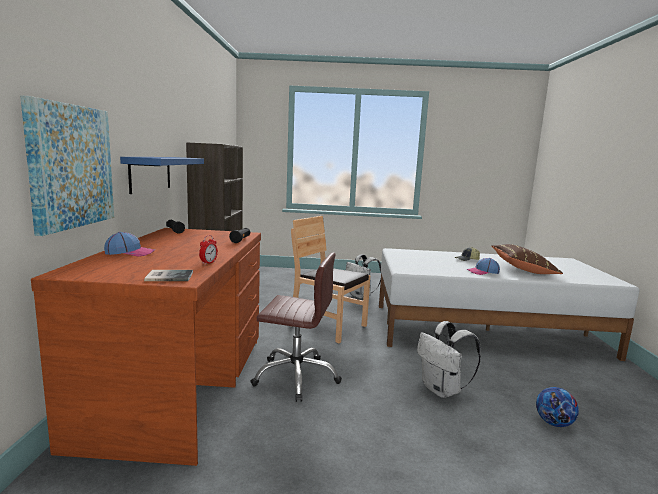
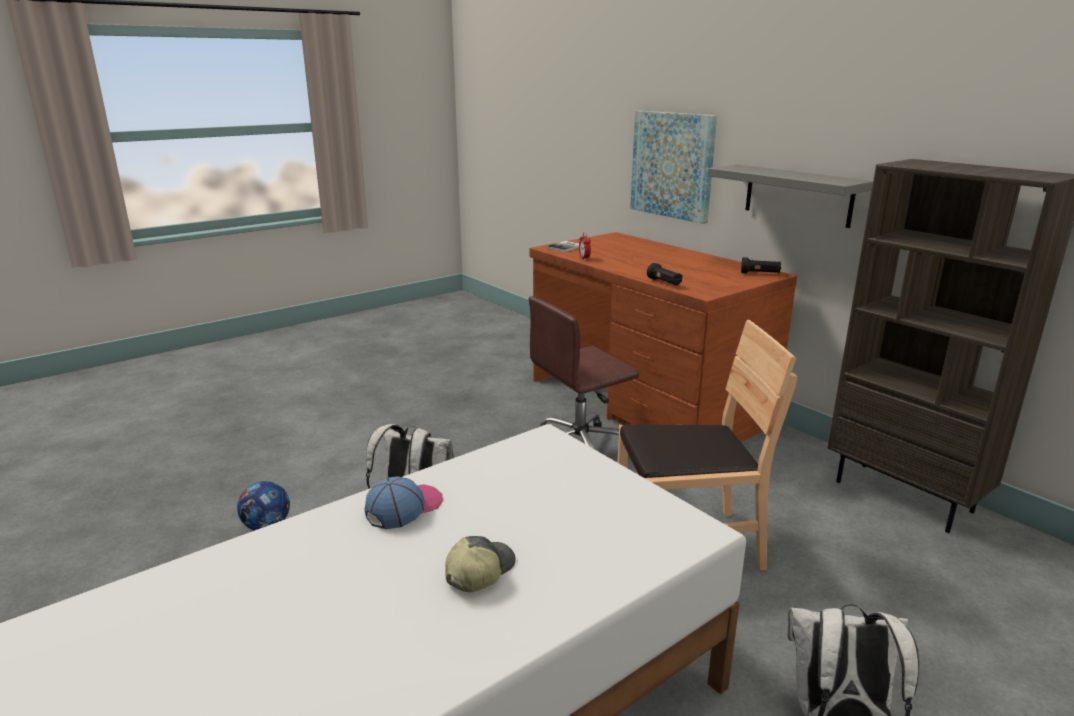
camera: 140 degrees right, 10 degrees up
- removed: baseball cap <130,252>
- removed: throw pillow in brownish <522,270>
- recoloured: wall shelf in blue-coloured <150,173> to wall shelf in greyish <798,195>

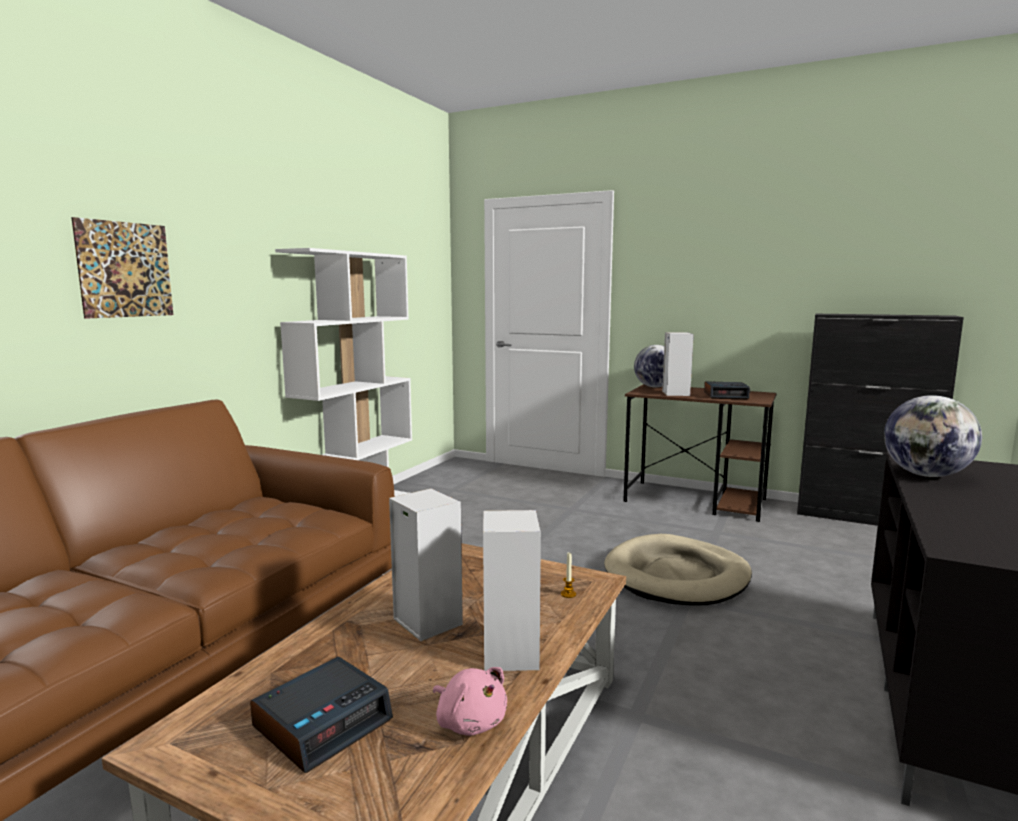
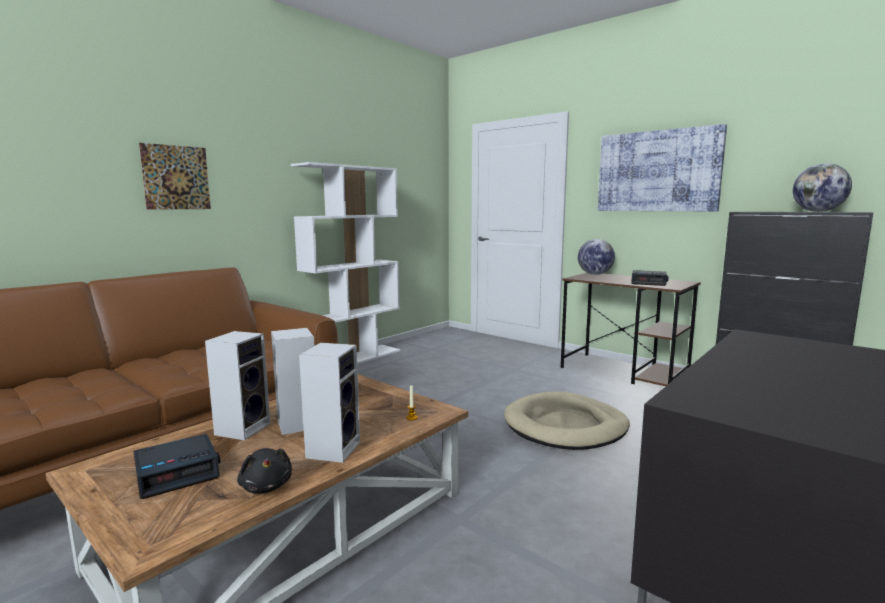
camera: 15 degrees right, 0 degrees up
- added: wall picture <658,171>
- moved: speaker <674,393> to <243,428>
- moved: globe <926,475> to <818,211>
- recoloured: plush toy in pinkish <470,721> to plush toy in blackish <266,486>

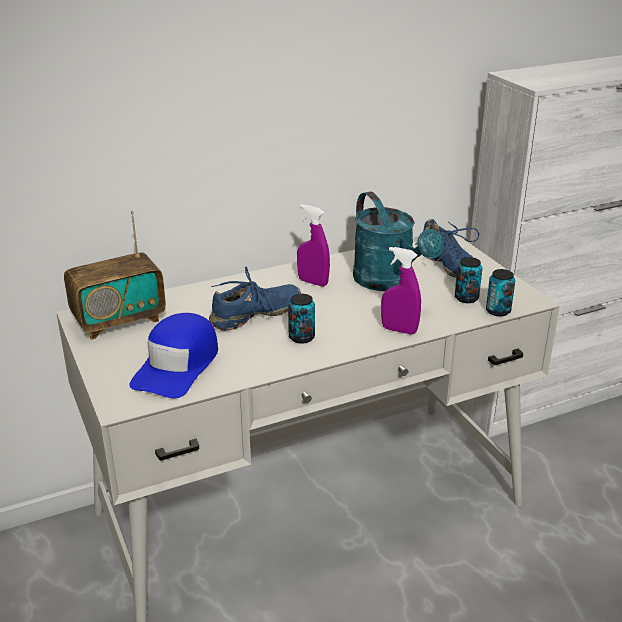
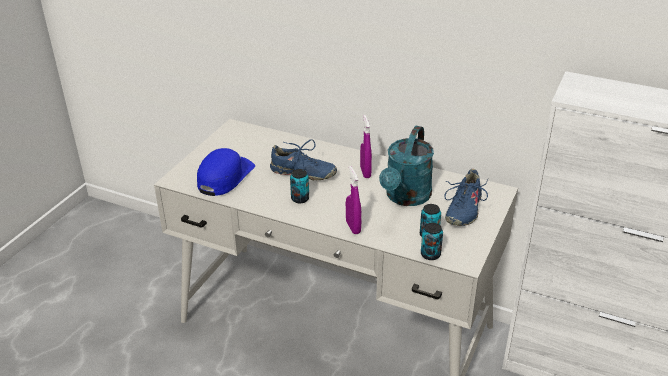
camera: 50 degrees right, 5 degrees up
- removed: radio <119,321>
- turned: baseball cap in blue-coloured <177,366> = <225,177> 135 degrees clockwise

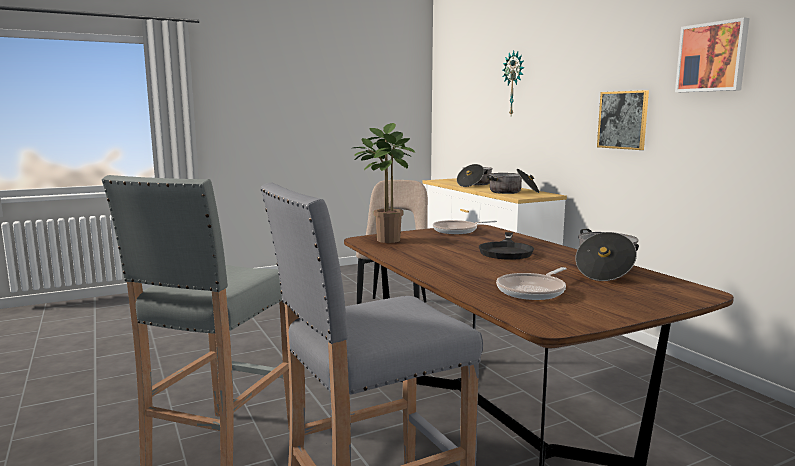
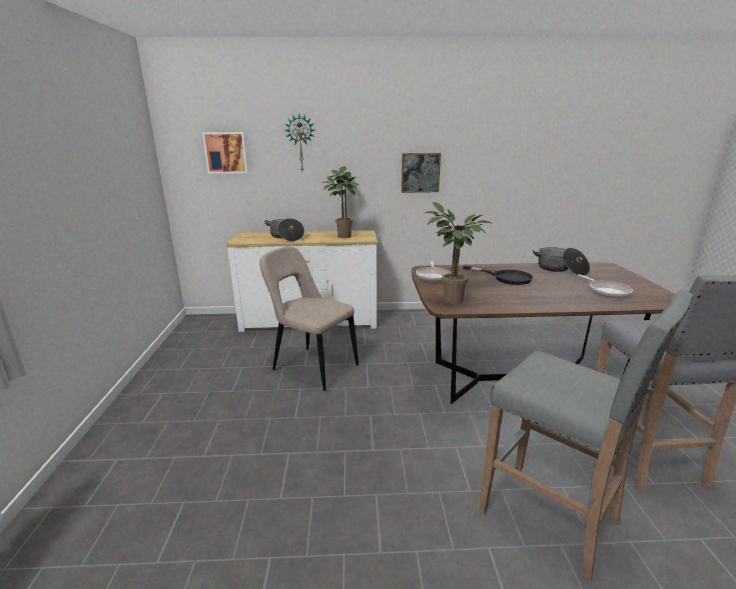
camera: 65 degrees left, 10 degrees up
- moved: wall picture <712,57> to <226,152>
- replaced: cooking pot <513,192> to potted plant <342,236>

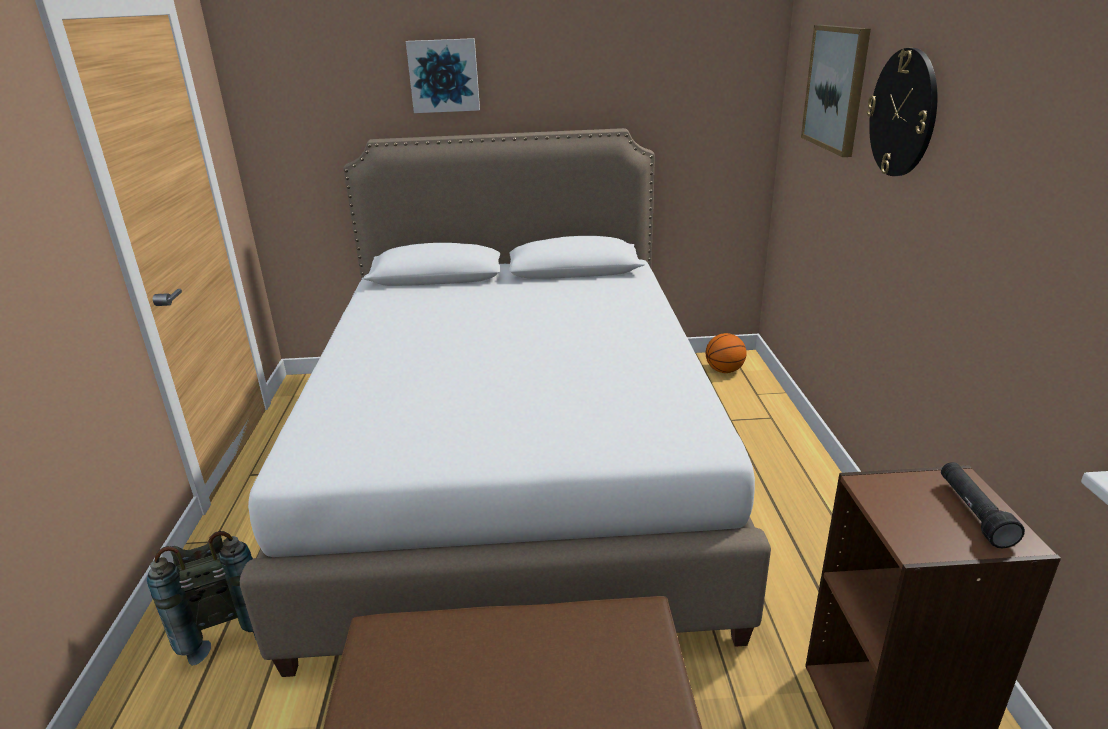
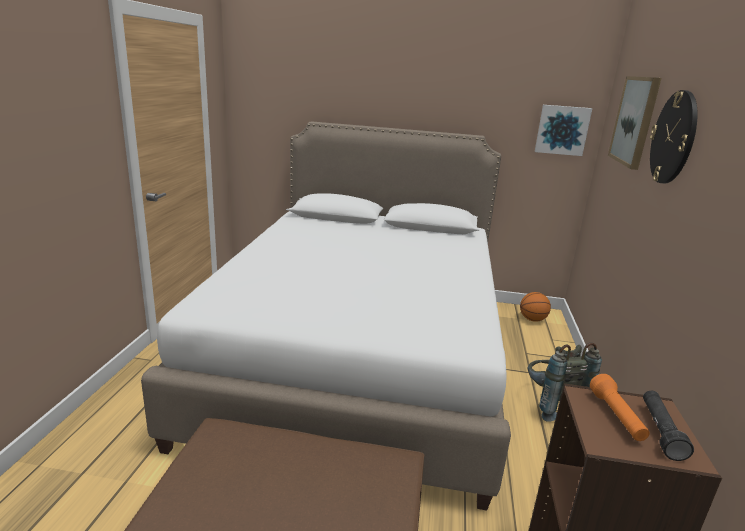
camera: 10 degrees right, 5 degrees down
- added: torch in orange <616,417>
- moved: knapsack in greyish <224,625> to <550,404>
- moved: wall picture <444,75> to <562,130>

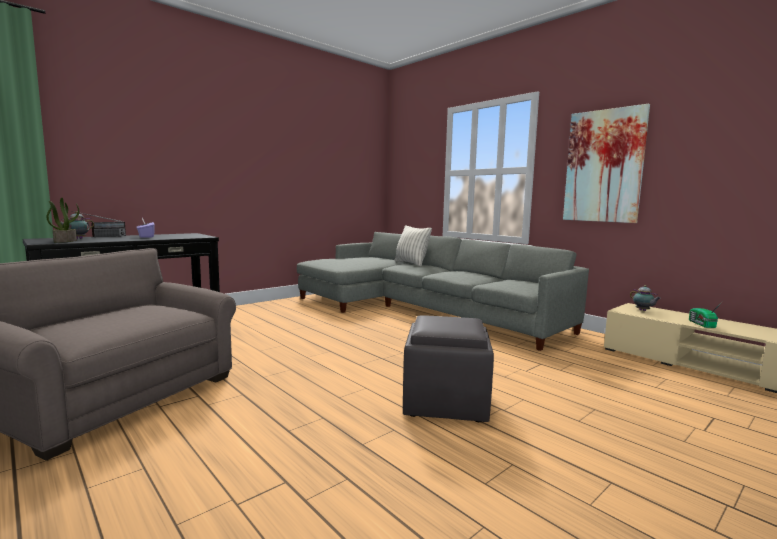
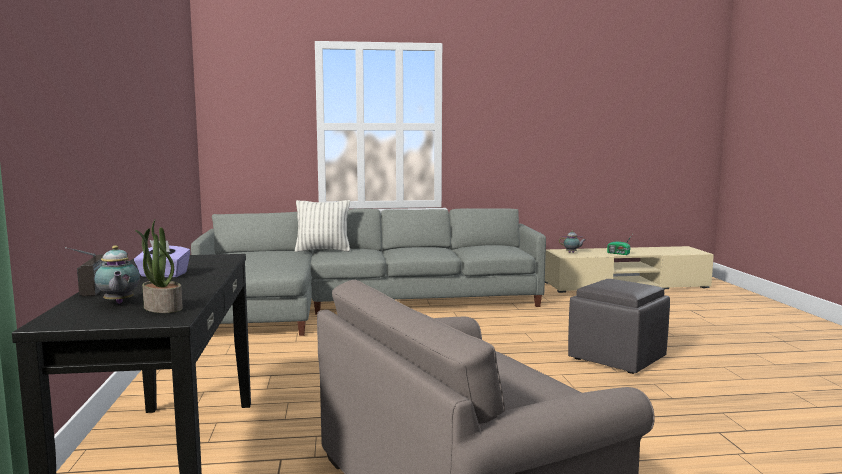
camera: 55 degrees left, 0 degrees up
- removed: wall picture <603,166>

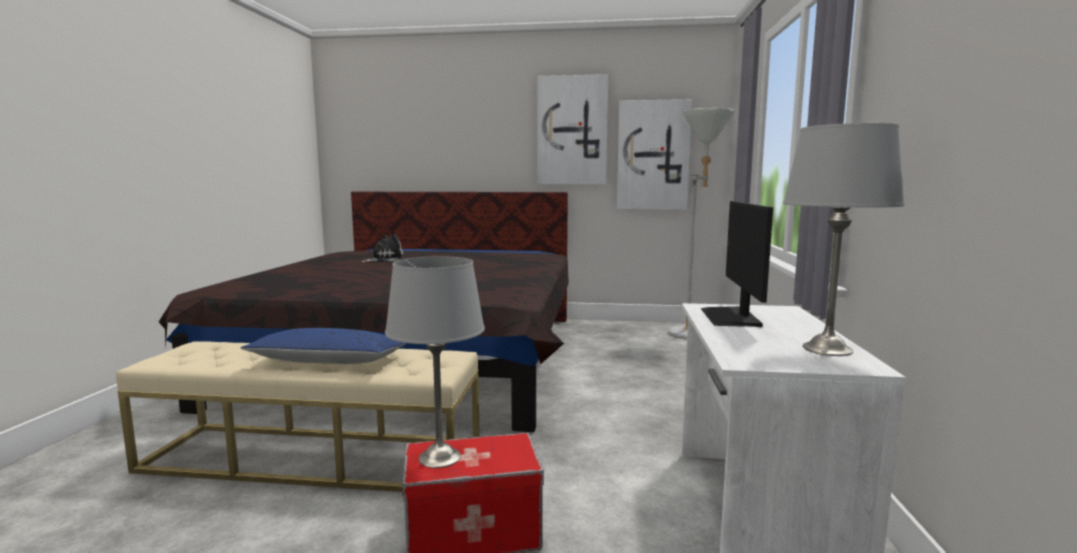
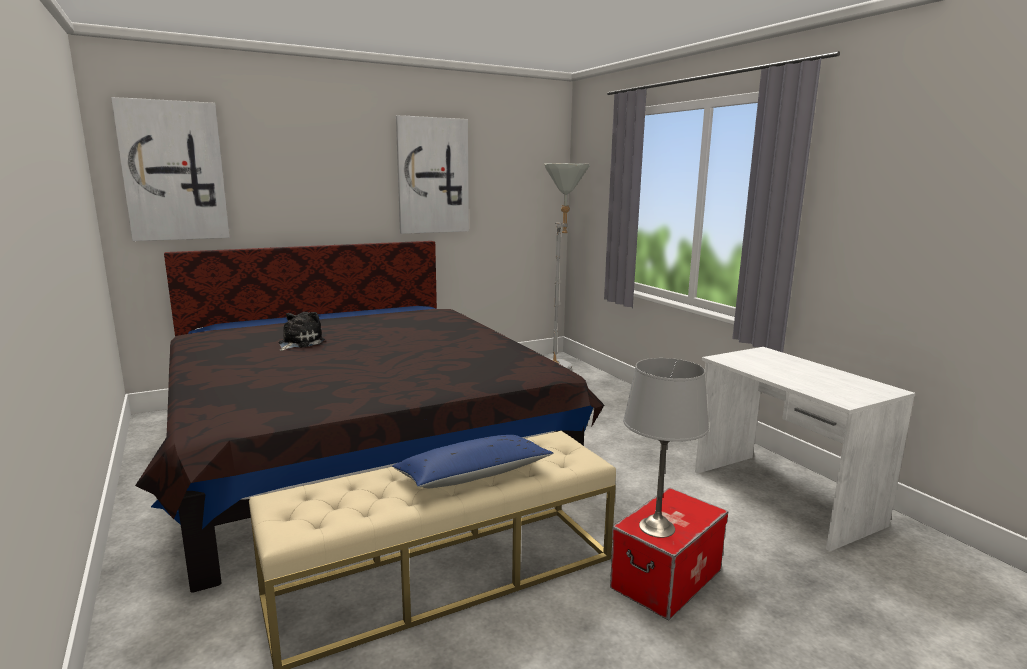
camera: 35 degrees left, 5 degrees up
- removed: computer display <731,317>
- removed: tabletop lamp in greyish <827,349>
- moved: wall picture <653,155> to <174,171>

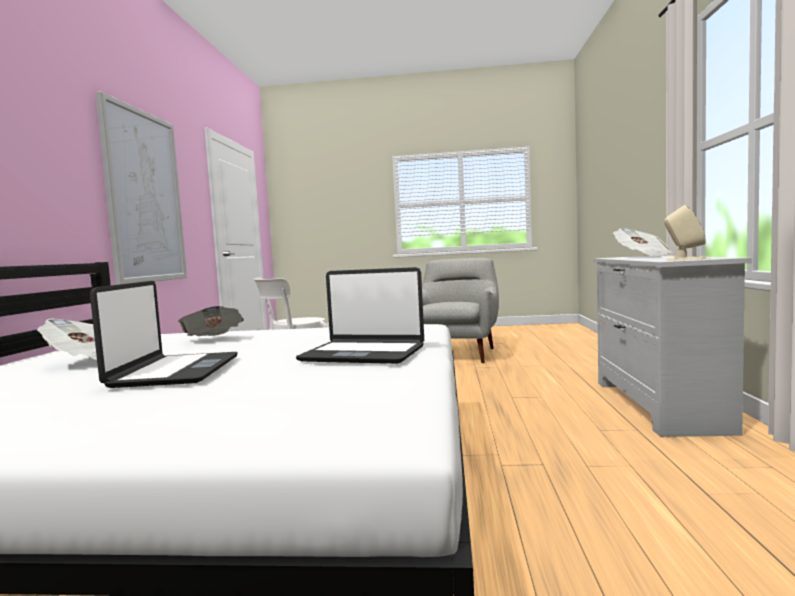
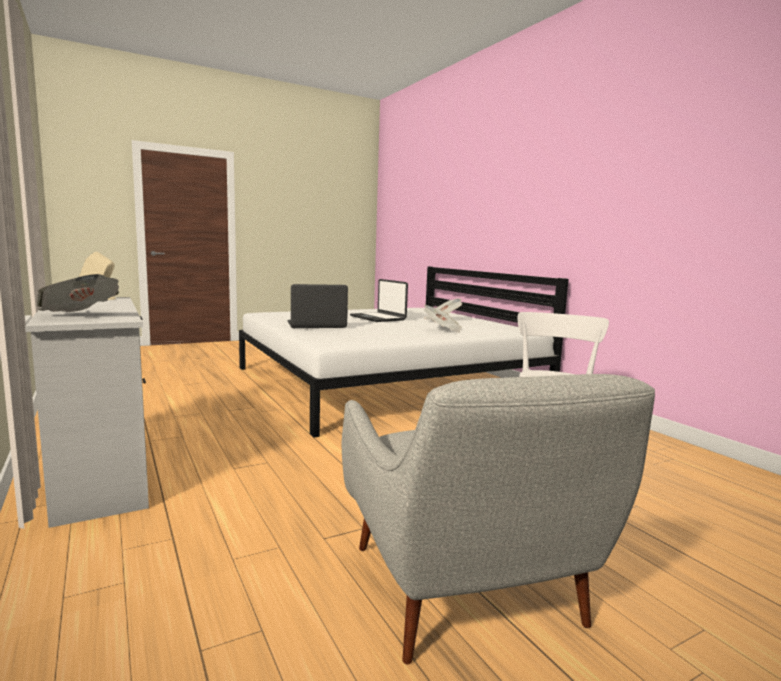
camera: 145 degrees right, 5 degrees up
- removed: wall picture <144,197>

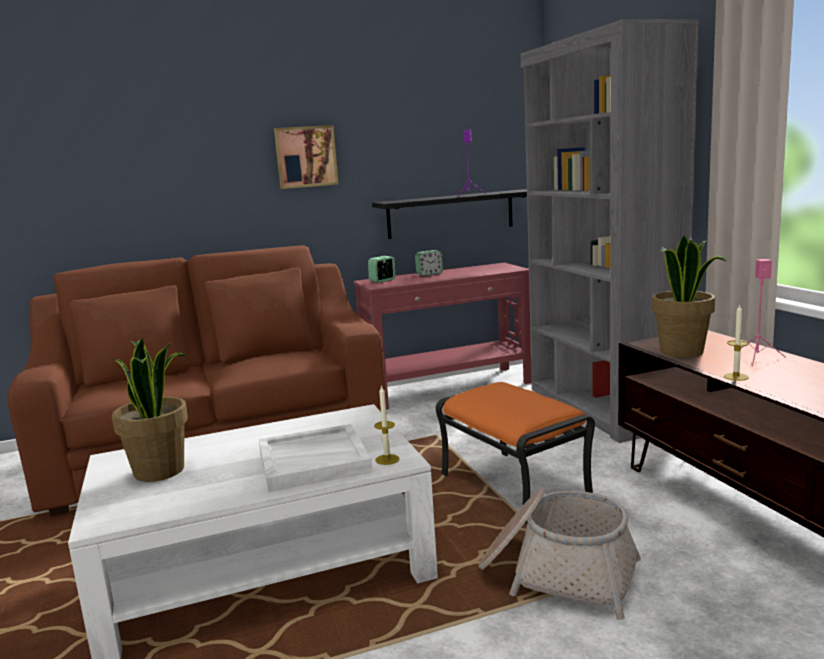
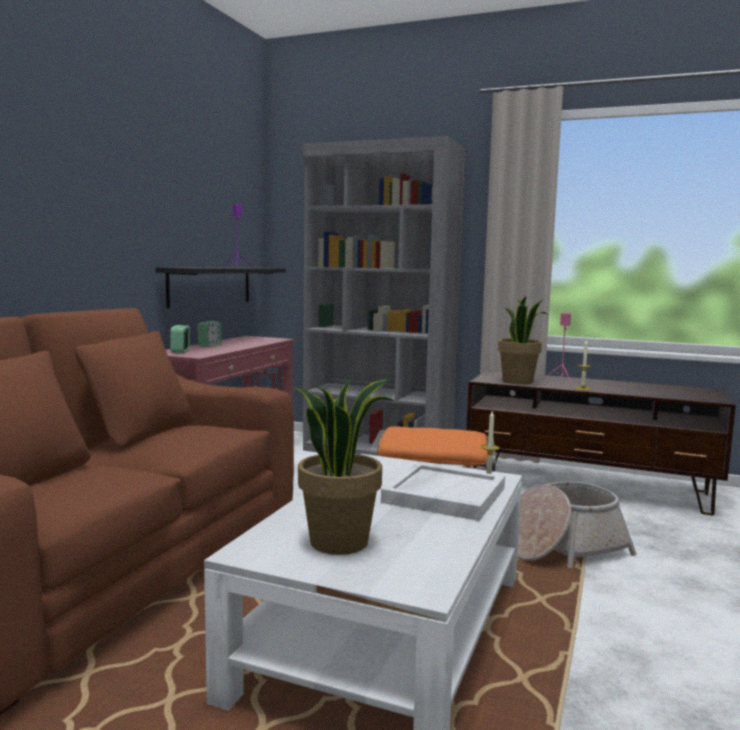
camera: 50 degrees left, 5 degrees down
- removed: wall picture <306,157>

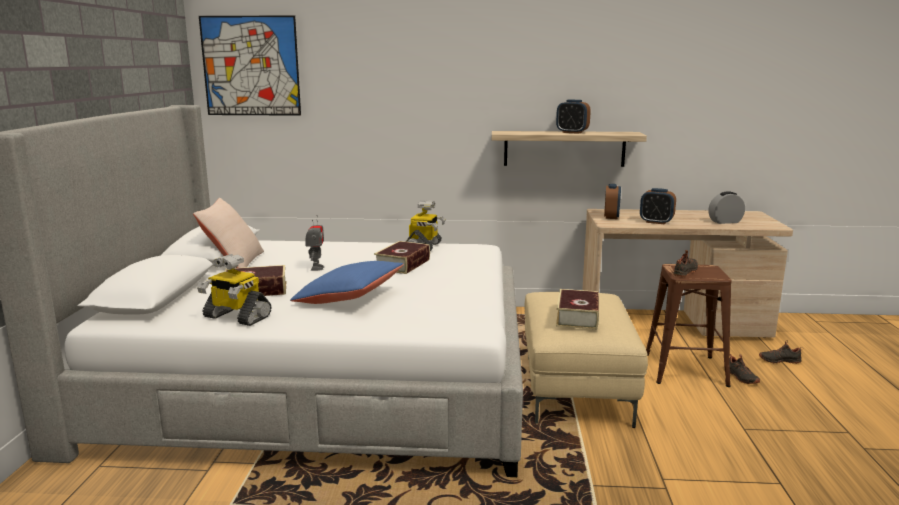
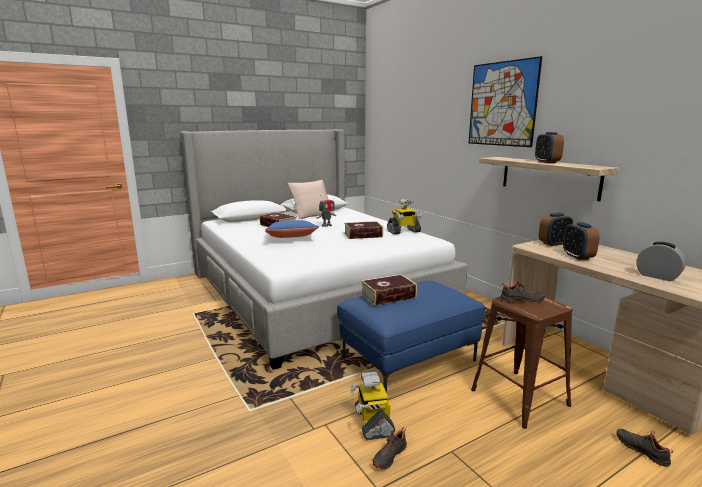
camera: 55 degrees right, 0 degrees up
- moved: model robot <236,317> to <372,422>
- moved: wall picture <251,66> to <502,104>
- moved: item of footwear in blackish <740,378> to <388,456>
- recoloured: ottoman in sand-coloured <574,389> to ottoman in blue-coloured <408,359>

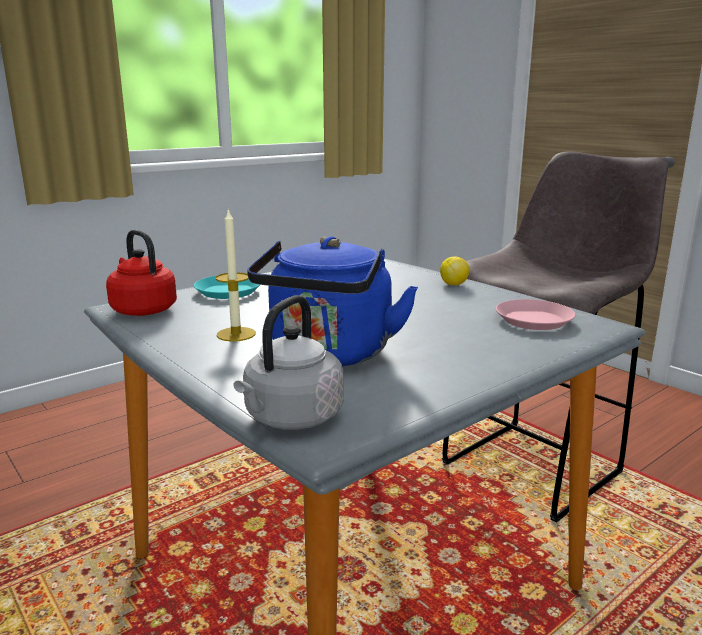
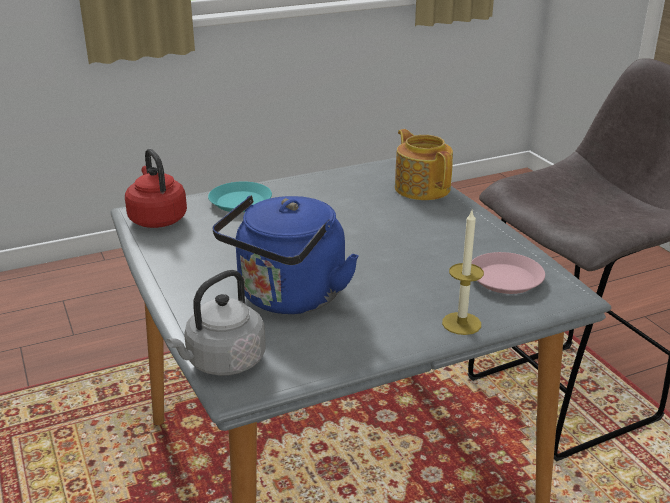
camera: 15 degrees right, 10 degrees up
- removed: lemon <453,284>
- added: pot for tea <422,188>
- moved: wax candle <236,334> to <461,323>

